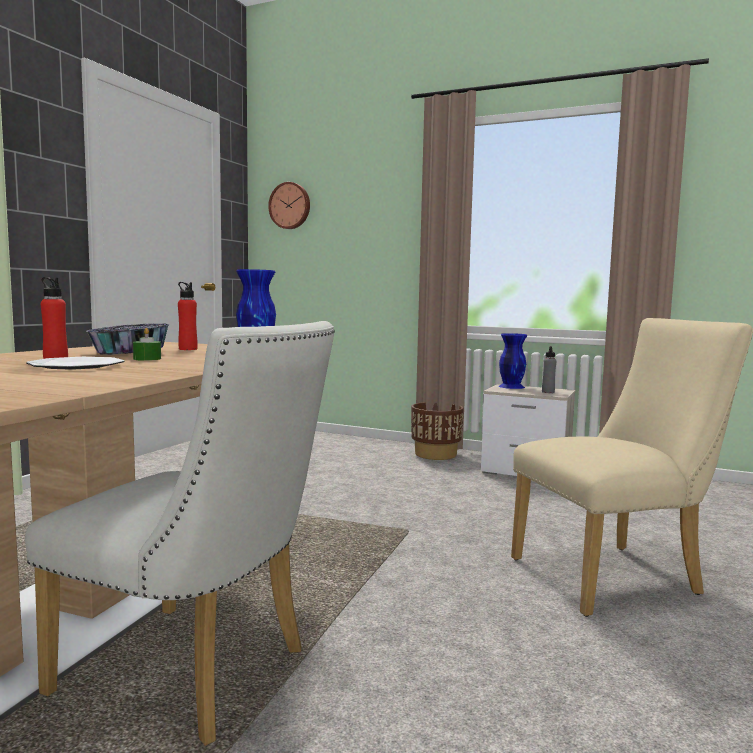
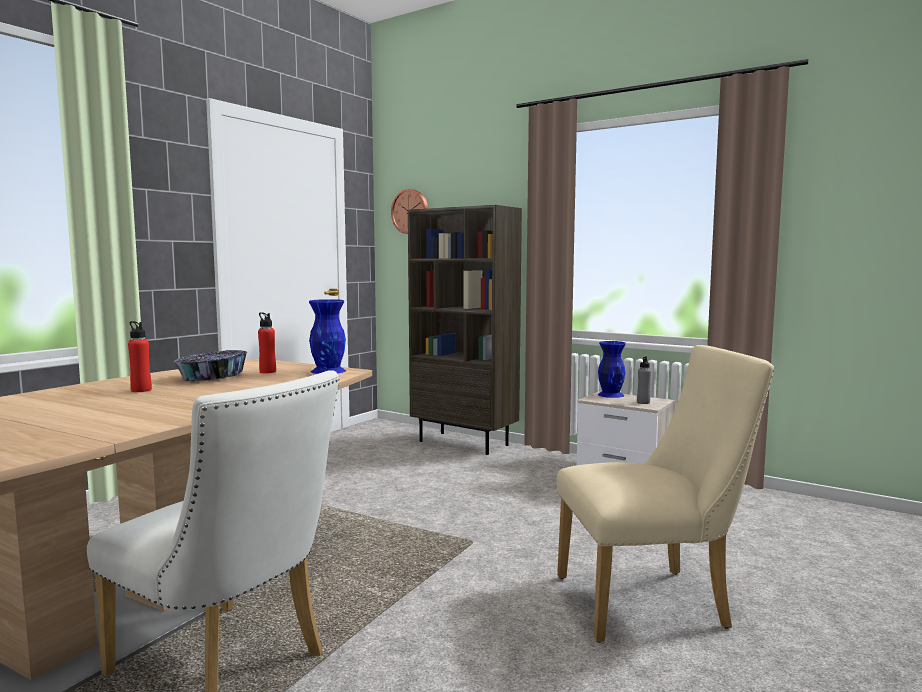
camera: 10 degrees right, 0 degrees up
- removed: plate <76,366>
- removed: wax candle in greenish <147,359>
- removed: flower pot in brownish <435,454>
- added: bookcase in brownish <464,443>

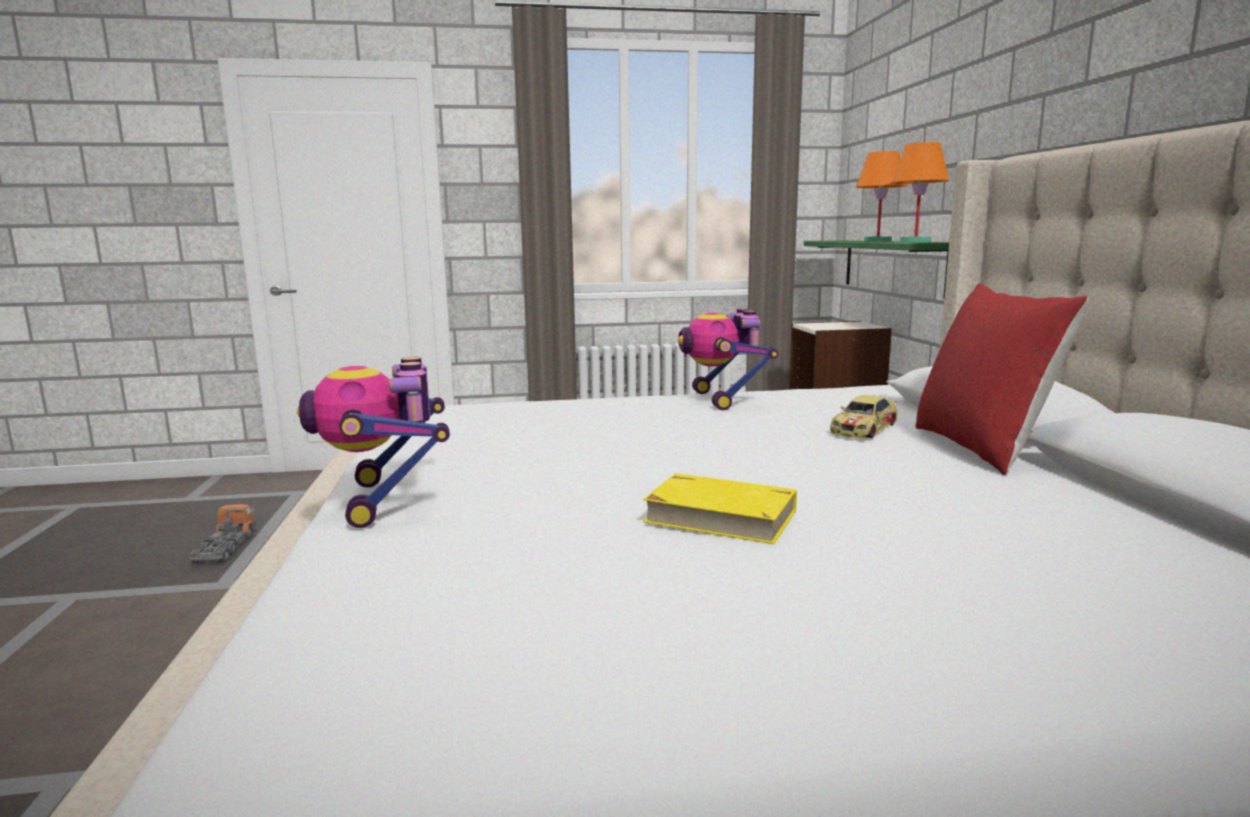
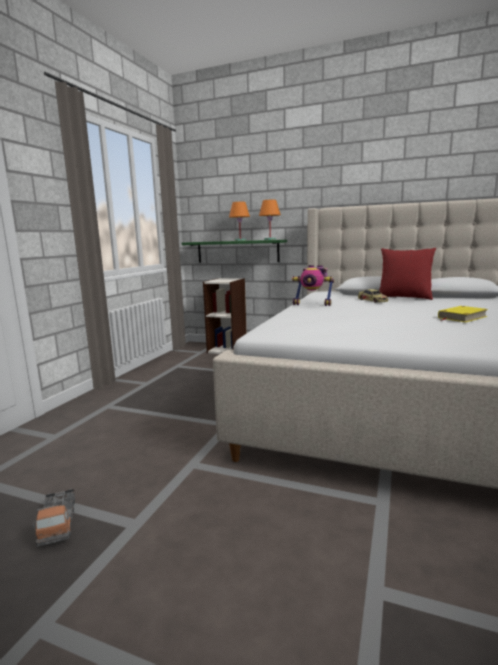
camera: 60 degrees left, 0 degrees up
- removed: model robot <386,501>
- turned: model truck <225,549> = <58,522> 135 degrees counterclockwise

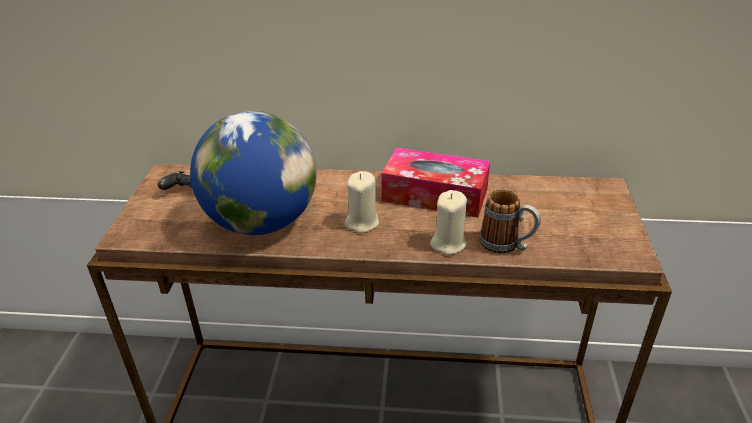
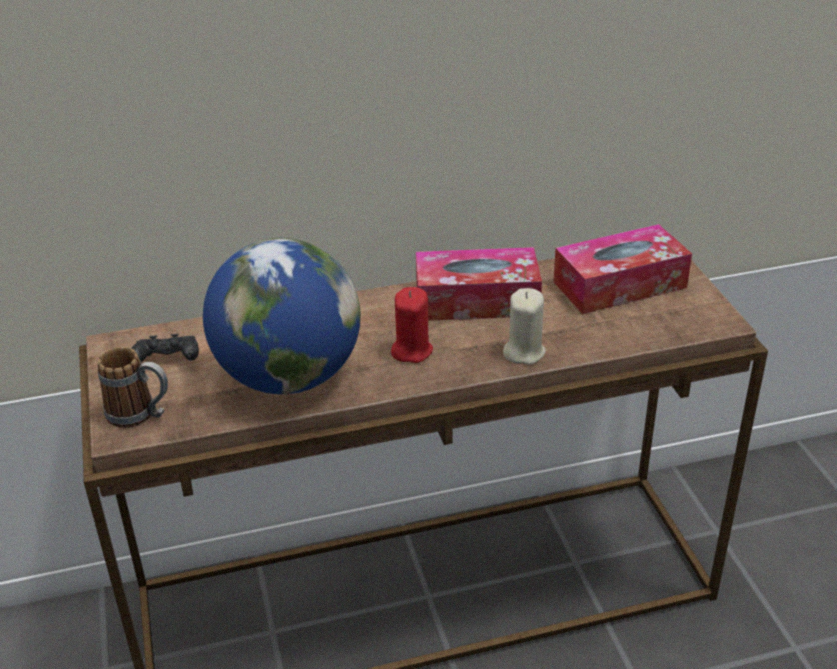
camera: 20 degrees left, 0 degrees up
- added: tissue holder <619,285>
- moved: coffee mug <506,246> to <140,415>
- recoloured: wax candle in sand-coloured <362,222> to wax candle in reddish <411,350>

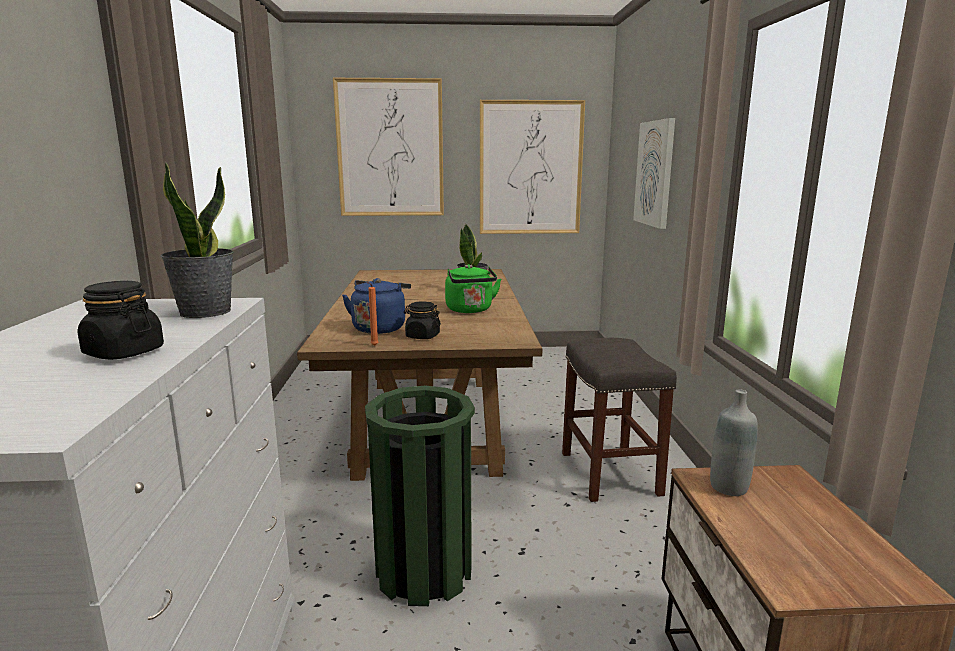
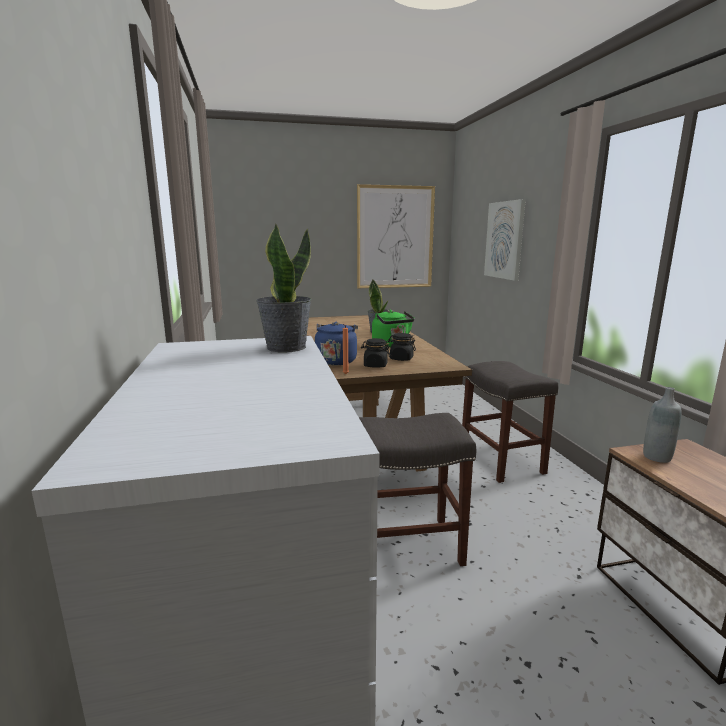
camera: 10 degrees left, 0 degrees up
- removed: wall picture <390,148>
- moved: preserve jar in blackish <124,352> to <401,359>
- replaced: trash can in greenish <424,572> to stool seat in greyish <406,546>

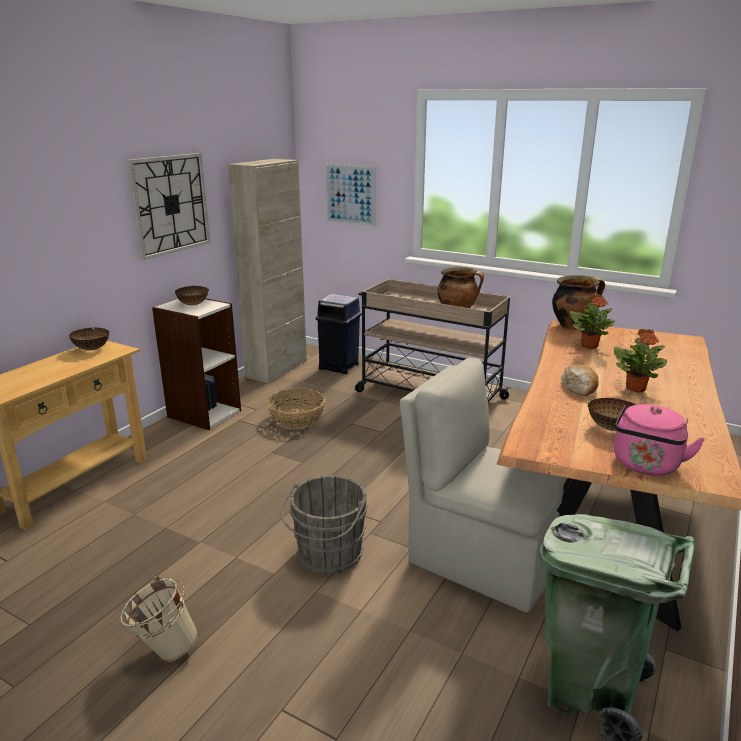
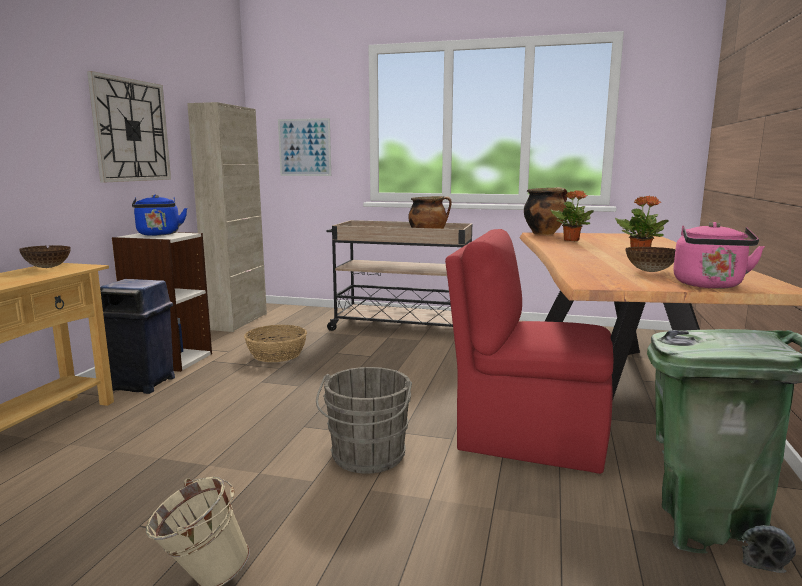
camera: 15 degrees left, 10 degrees down
- removed: bakery bread <579,387>
- moved: trash can in blue-coloured <339,366> to <144,384>
- replaced: serving bowl <192,304> to water kettle in blue-coloured <159,234>
- recoloured: plain chair in sand-coloured <482,557> to plain chair in reddish <528,437>

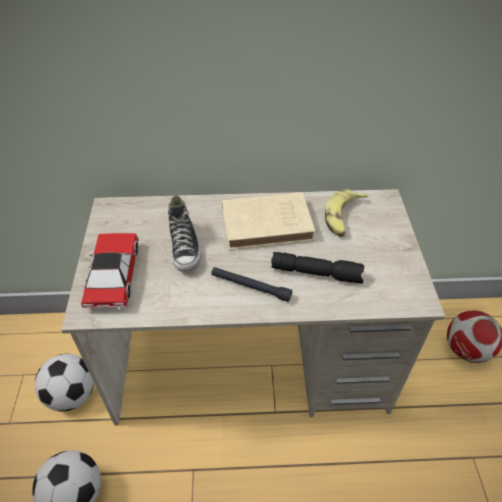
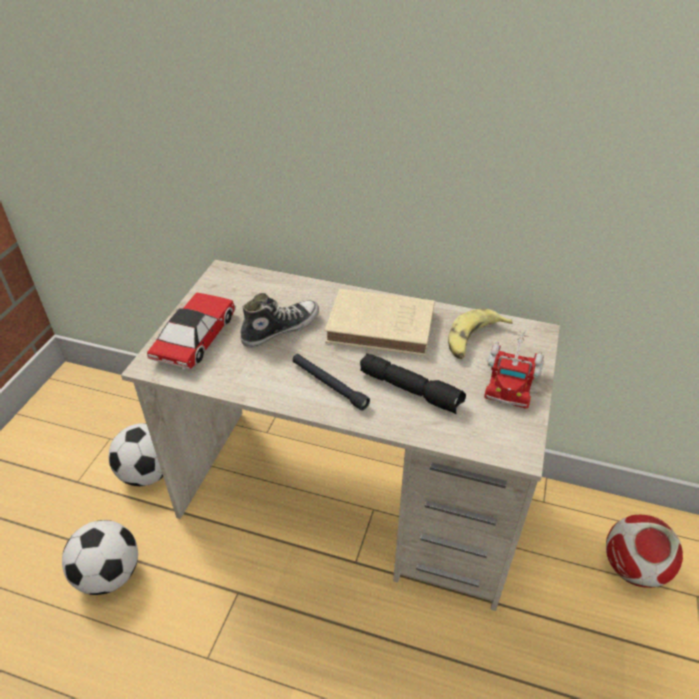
camera: 20 degrees right, 5 degrees down
- added: model truck <511,377>
- turned: item of footwear <185,248> = <280,329> 135 degrees counterclockwise

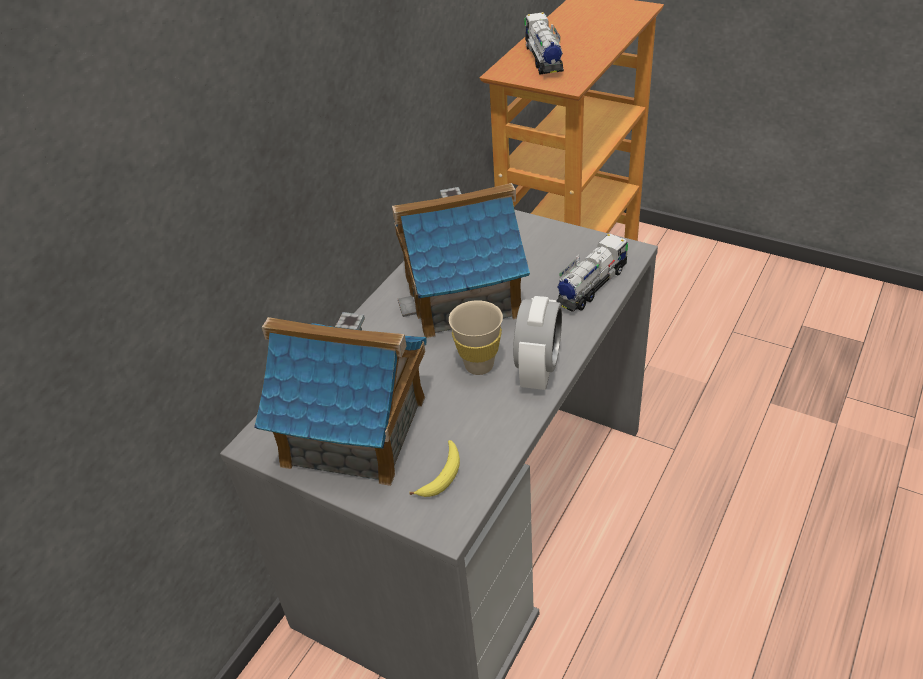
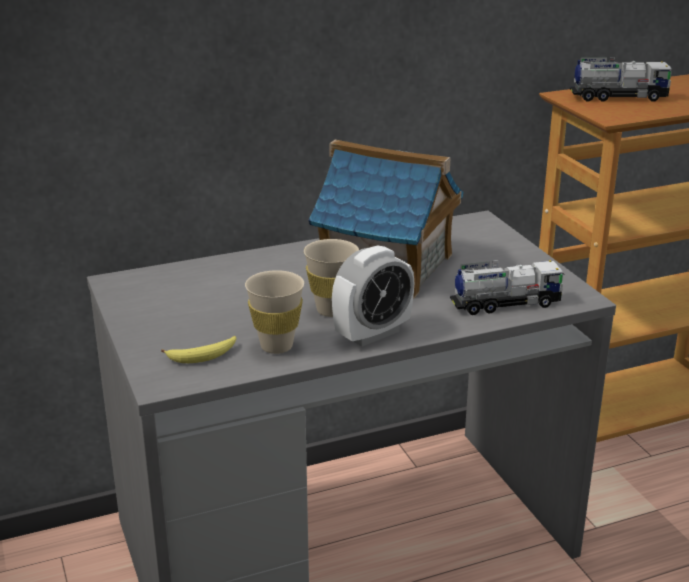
camera: 35 degrees right, 15 degrees down
- removed: miniature house <355,432>
- added: cup in sand-coloured <276,346>
- turned: model truck <543,59> = <618,97> 60 degrees clockwise

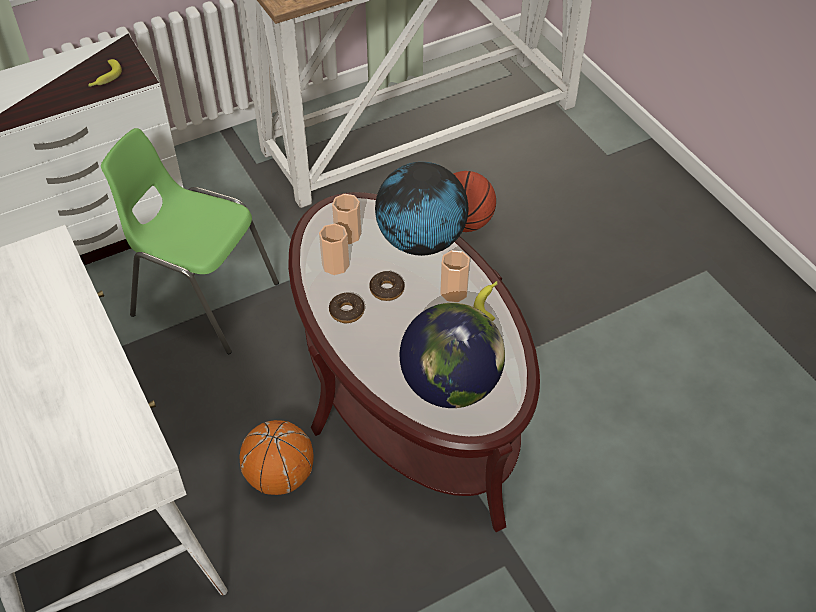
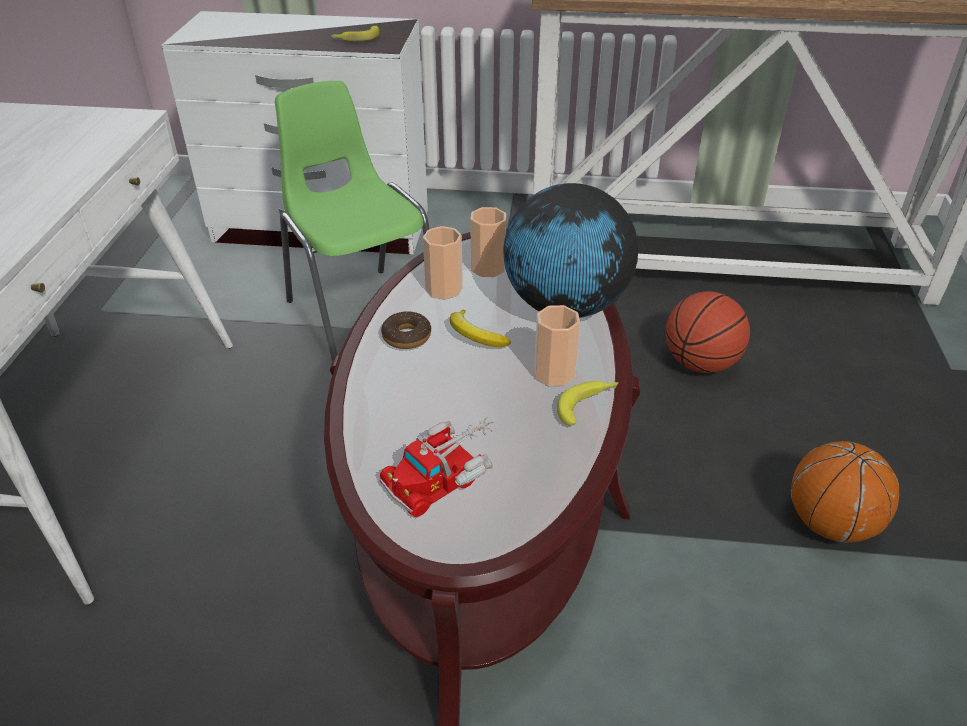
camera: 35 degrees right, 10 degrees down
- moved: basketball ball <280,476> to <830,524>
- replaced: donut <387,289> to whole banana <475,336>
- replaced: globe <451,386> to model truck <443,474>

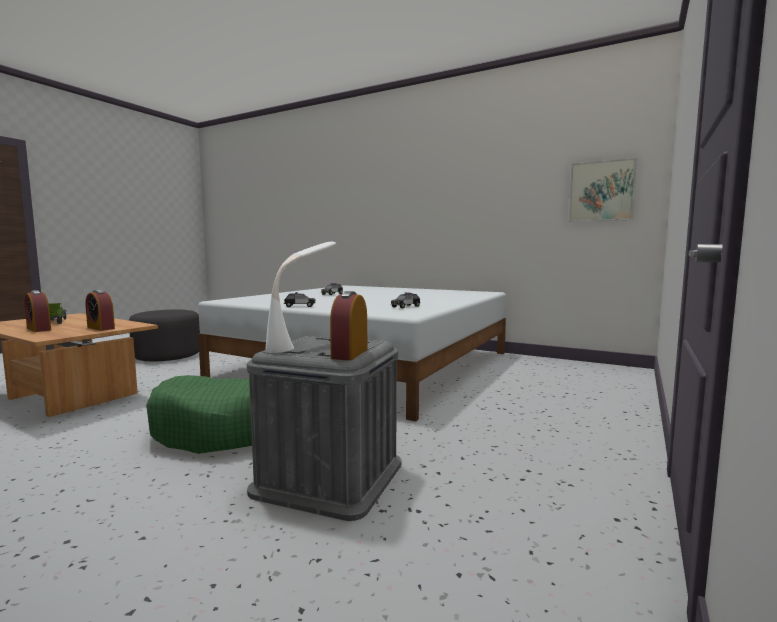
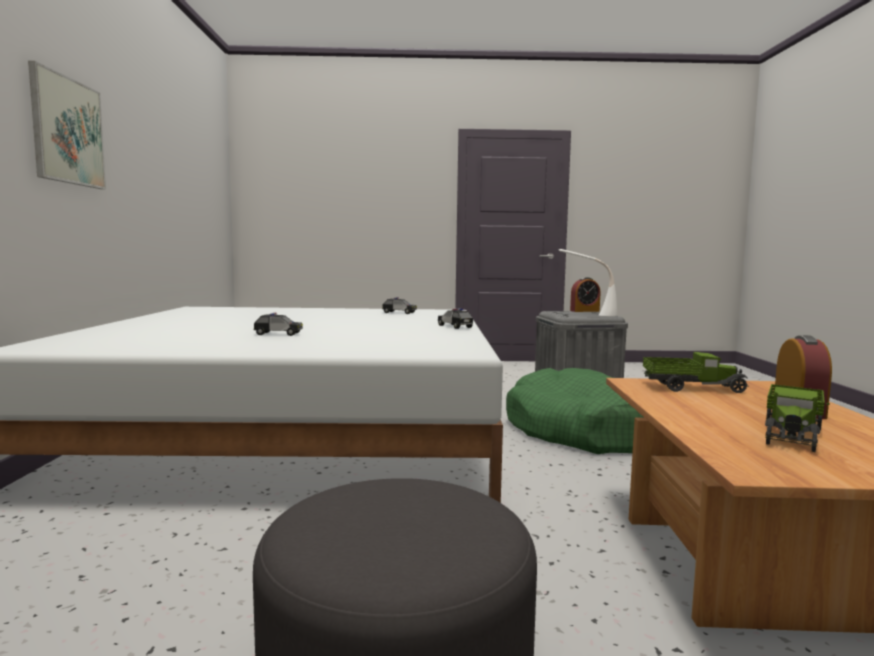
camera: 120 degrees left, 0 degrees up
- moved: wall picture <601,191> to <68,131>
- replaced: alarm clock <101,328> to model truck <692,388>

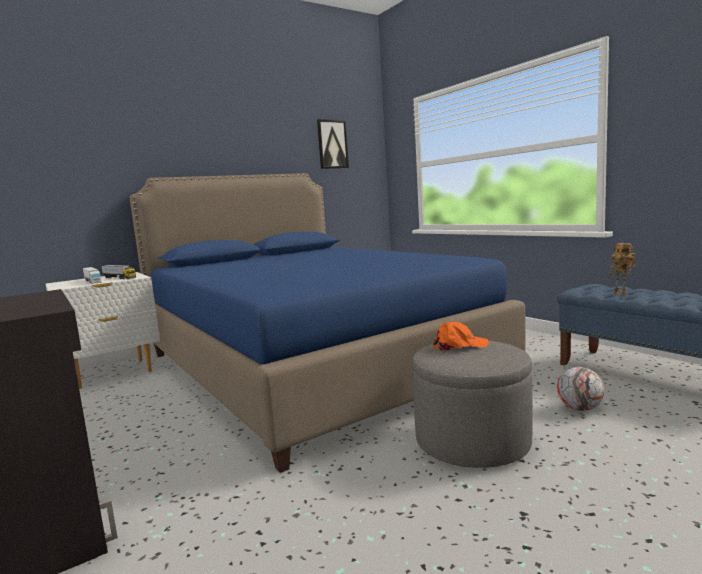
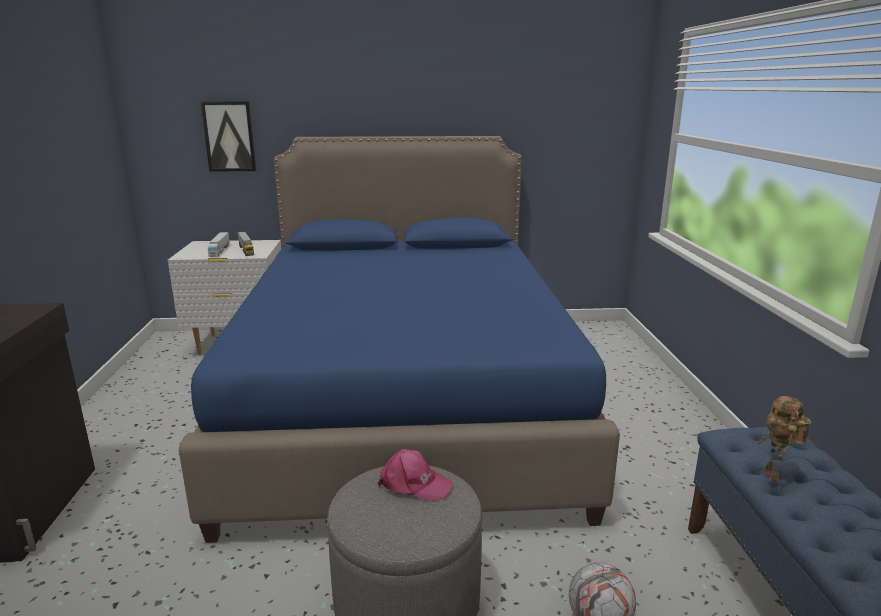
camera: 30 degrees right, 10 degrees up
- moved: wall picture <332,144> to <229,136>
- recoloured: baseball cap in orange <459,345> to baseball cap in pinkish <414,484>

